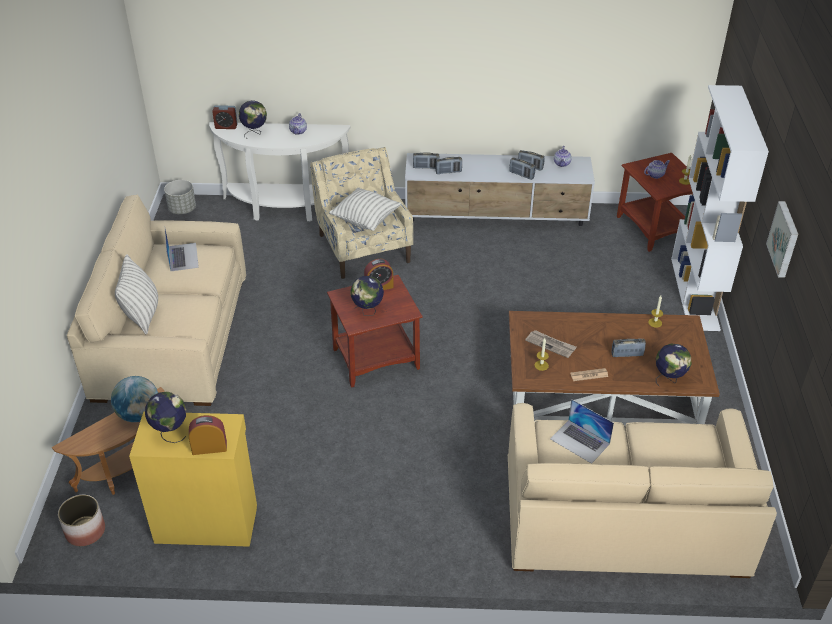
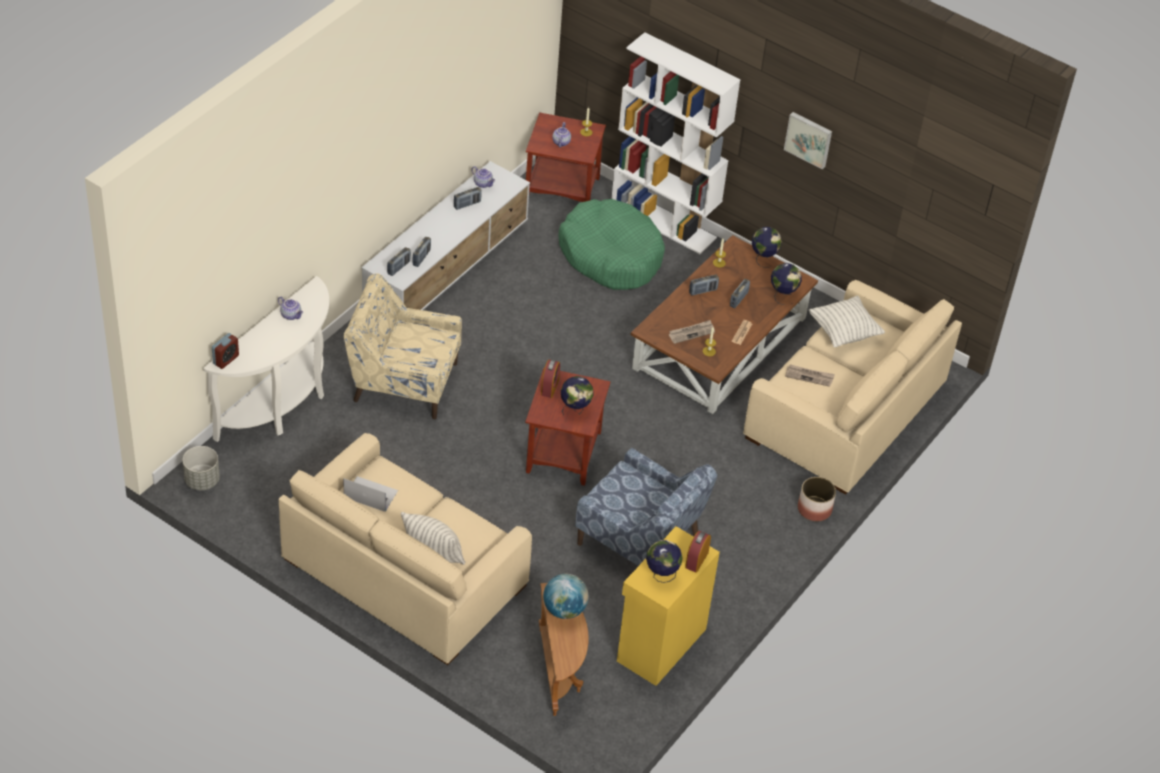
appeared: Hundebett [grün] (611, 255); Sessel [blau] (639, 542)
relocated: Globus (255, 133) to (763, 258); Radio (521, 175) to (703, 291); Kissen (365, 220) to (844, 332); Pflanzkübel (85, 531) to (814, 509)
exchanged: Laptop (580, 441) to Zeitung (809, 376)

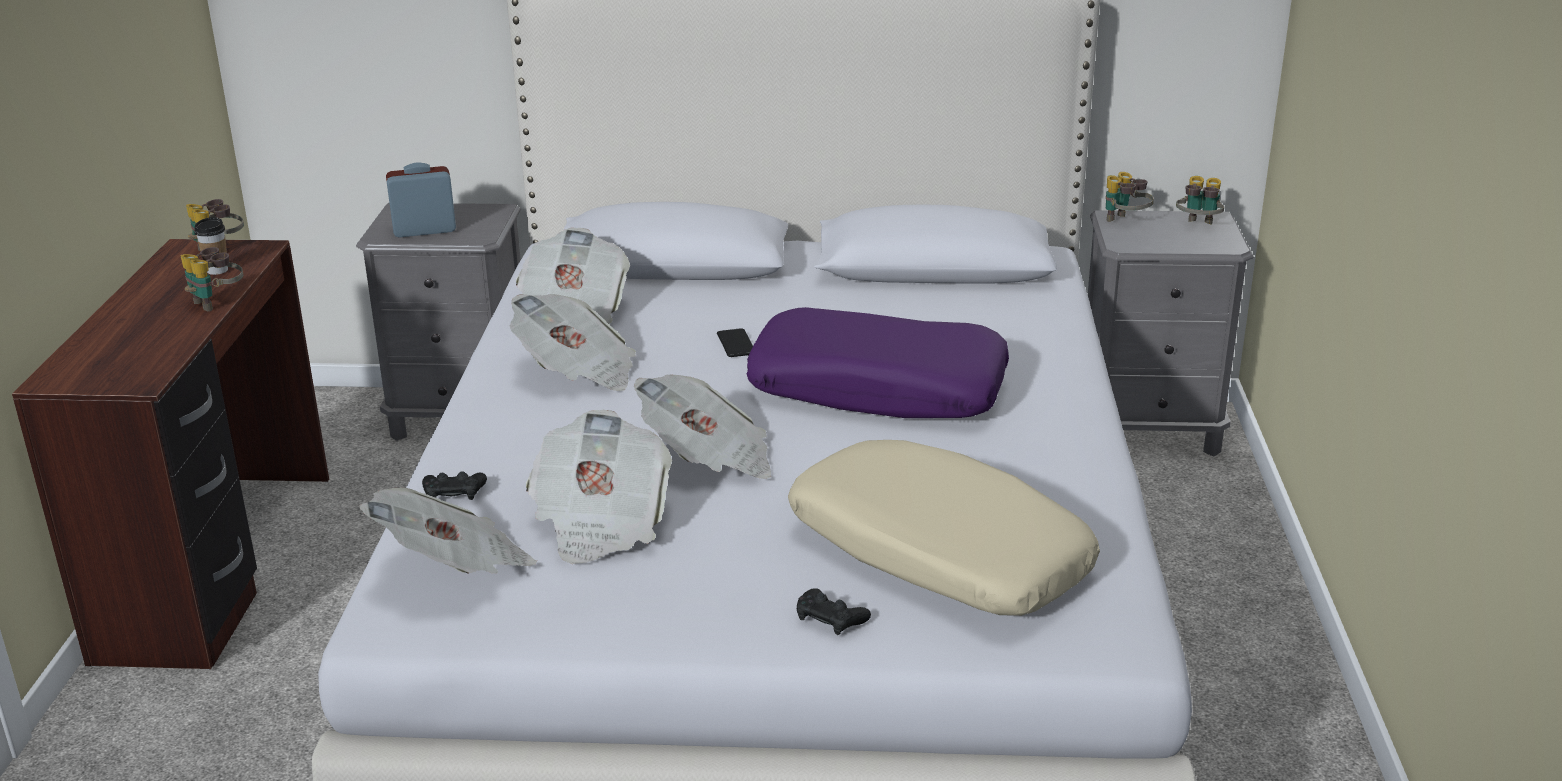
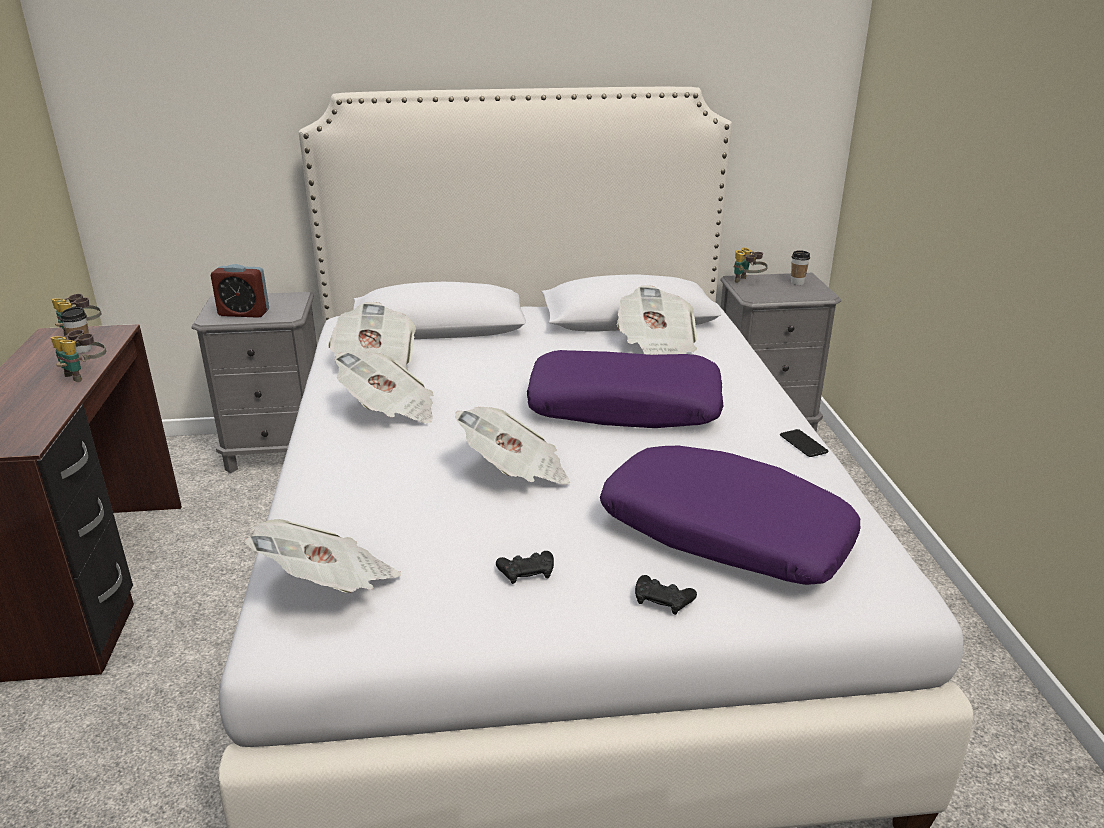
relocated: Handy (736, 344) to (803, 444); Zeitung (600, 522) to (656, 346); Gamepad [schwarz] (454, 492) to (526, 572)
exchanged: Fernglas (1198, 227) to Tasse (797, 283)
colour: Kissen [beige] (936, 554) to Kissen [lila] (723, 535)
spun: Wecker (424, 230) = (244, 313) 150 degrees counterclockwise

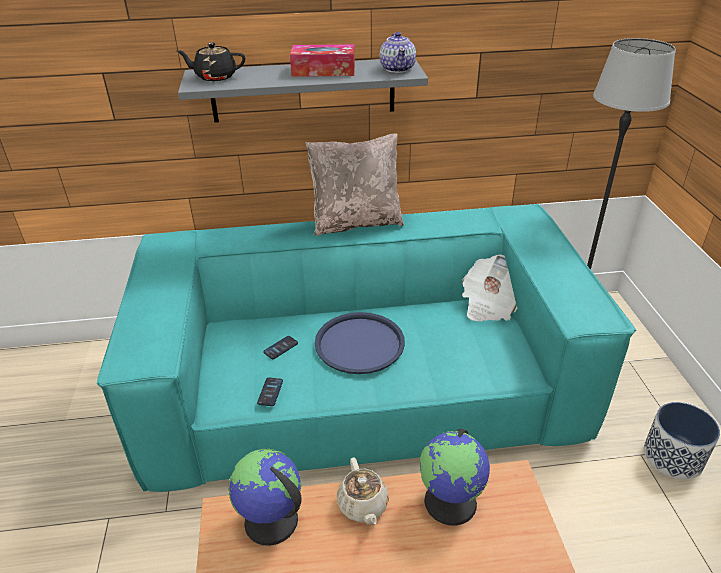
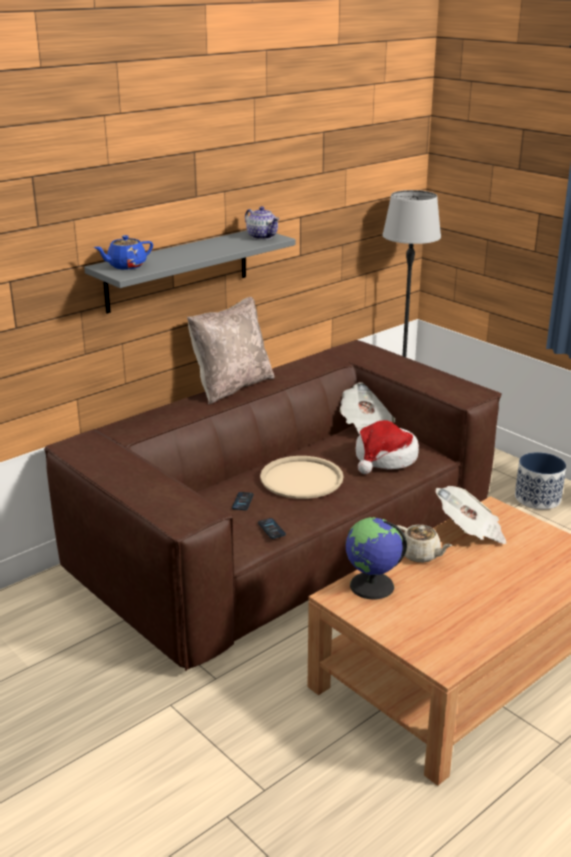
missing: Taschentuchbox (323, 71)
appeared: Hut (385, 458)
exchanged: Globus (451, 502) to Zeitung (470, 532)
colour: Teekanne [schwarz] (215, 77) to Teekanne [blau] (126, 266); Sofa [türkis] (362, 388) to Sofa [braun] (285, 540); Tablett [blau] (359, 344) to Tablett [beige] (301, 479)

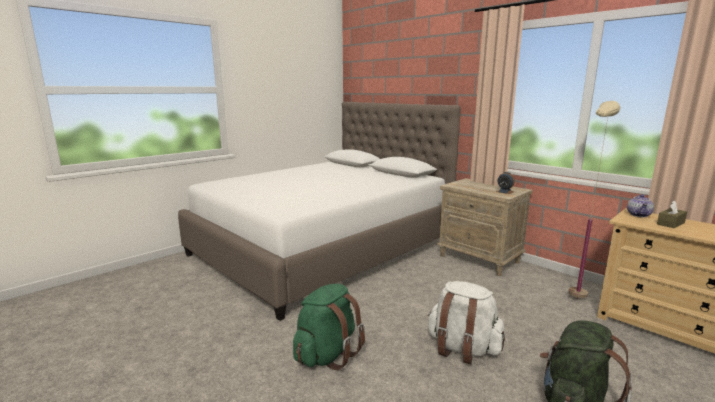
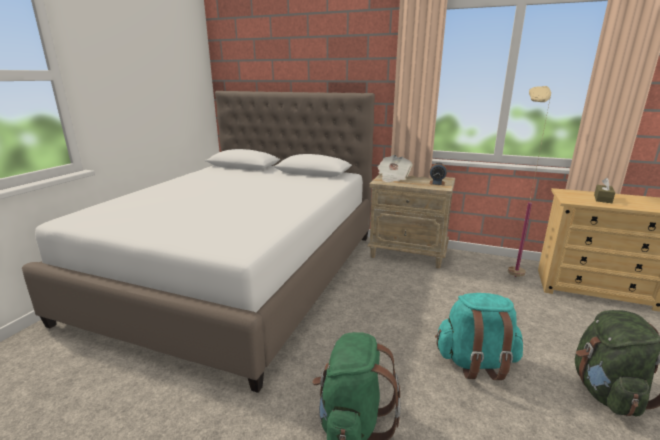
missing: Teekanne (639, 215)
appeared: Zeitung (393, 178)
colour: Rucksack [weiß] (462, 348) to Rucksack [türkis] (475, 362)

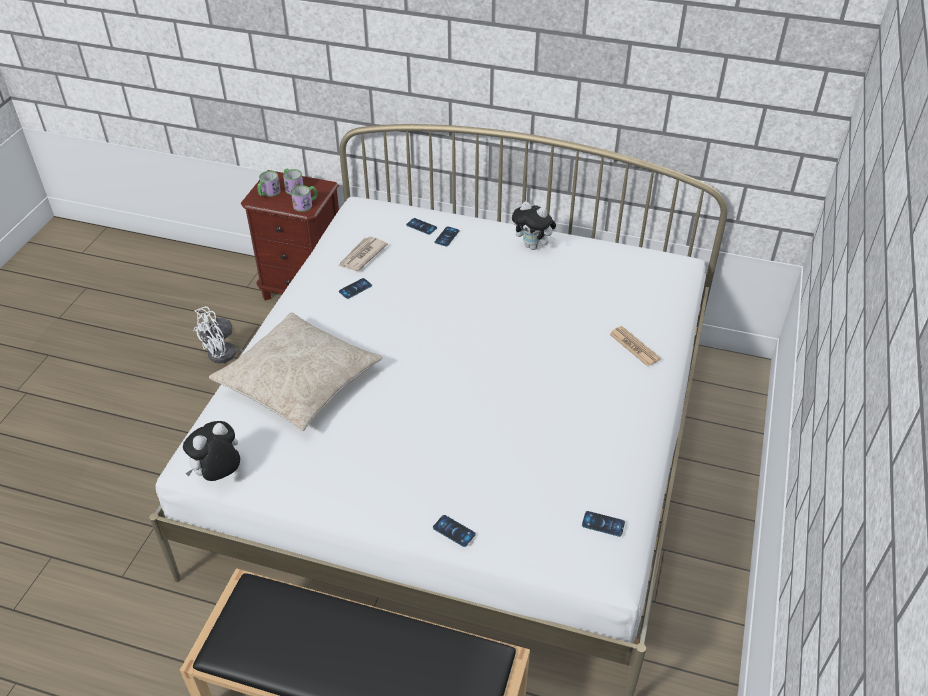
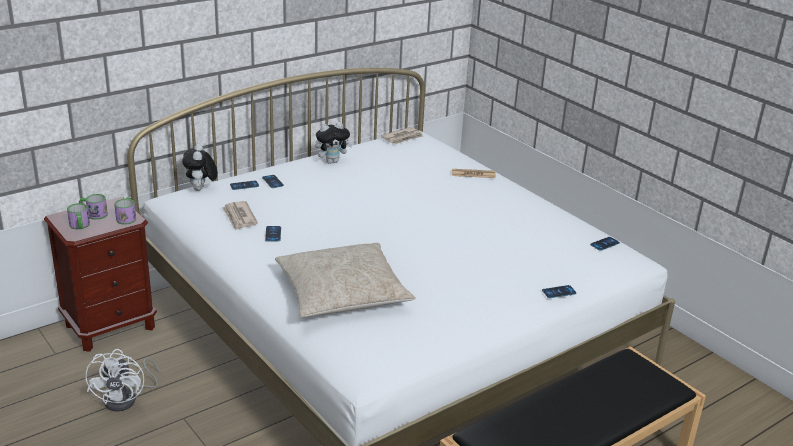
appeared: Zeitung (403, 138)
relocated: Plüschtier (219, 474) to (201, 189)

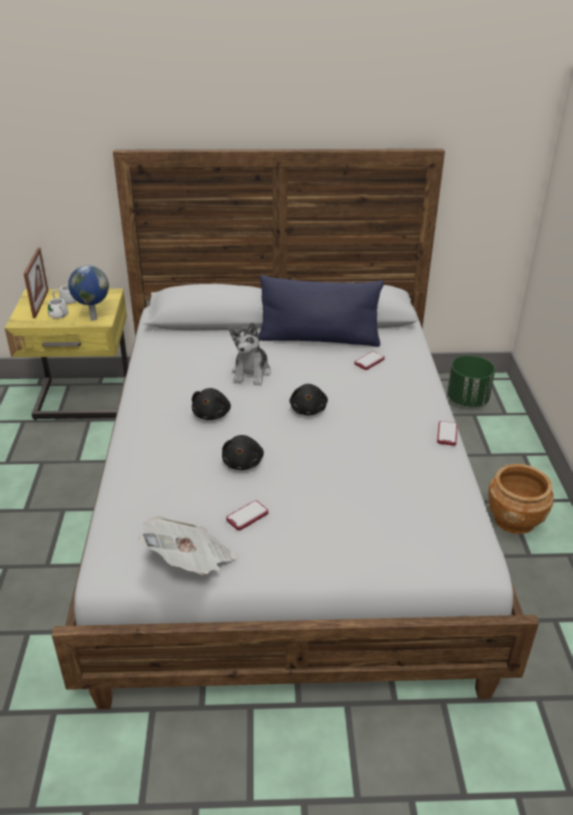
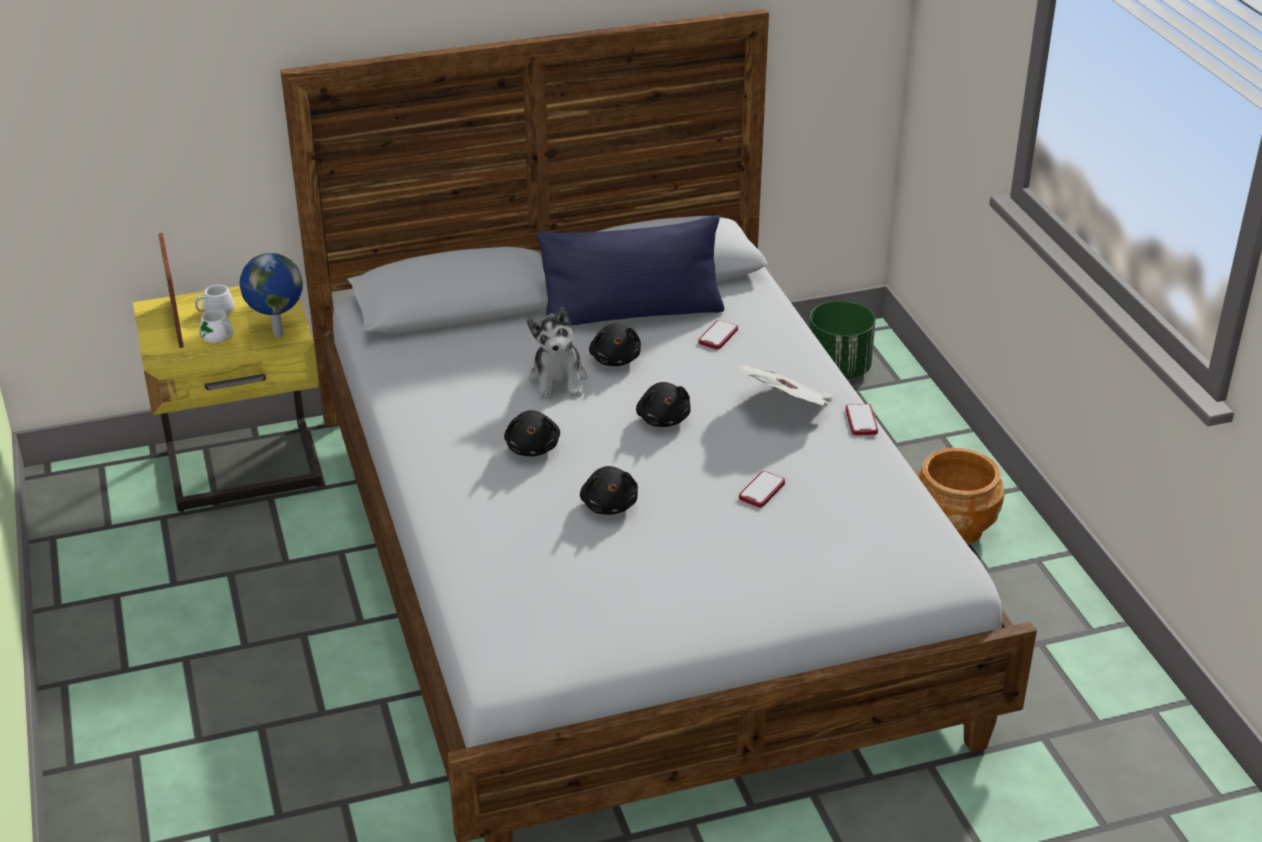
appeared: Plüschtier [schwarz] (615, 359)
relocated: Handy (247, 516) to (762, 490); Zeitung (190, 562) to (787, 407)

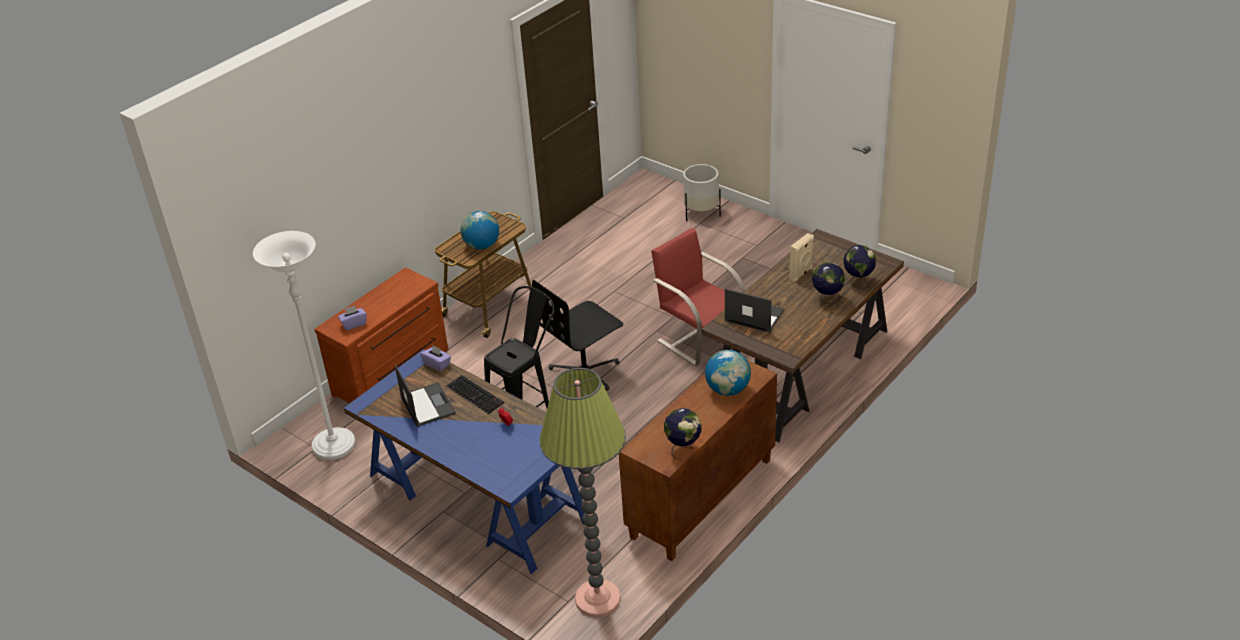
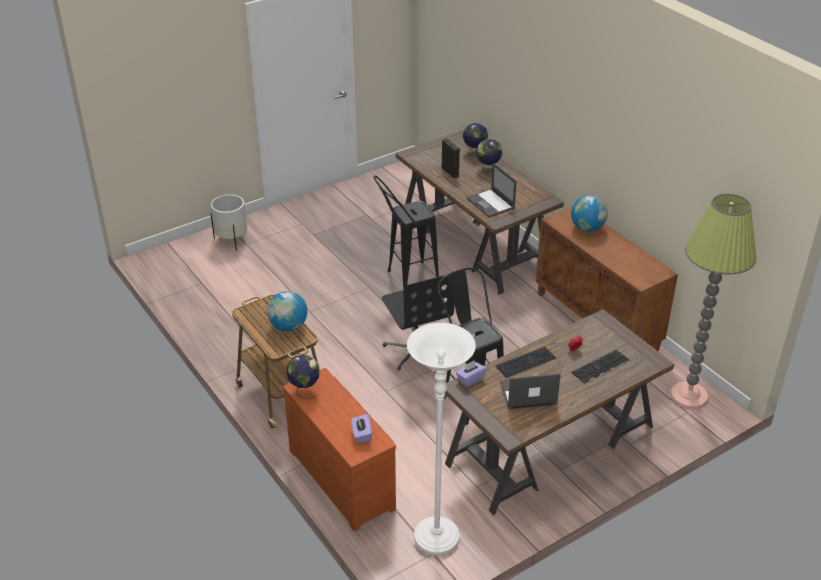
appeared: Tastatur (600, 367)
relocated: Globus (683, 448) to (304, 390)
exchanged: Stuhl [rot] (699, 337) to Hocker [schwarz] (405, 280)
colour: Lautsprecher [beige] (801, 274) to Lautsprecher [schwarz] (450, 172); Schreibtisch [blau] (476, 498) to Schreibtisch [braun] (551, 446)
spun: Laptop (753, 315) = (491, 203) 75 degrees counterclockwise

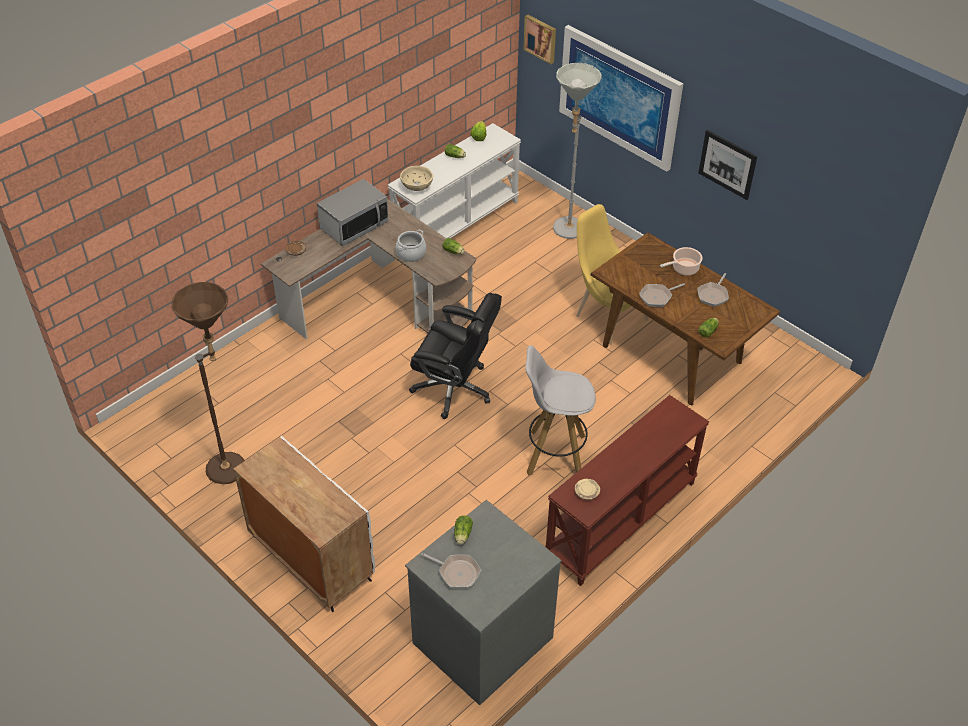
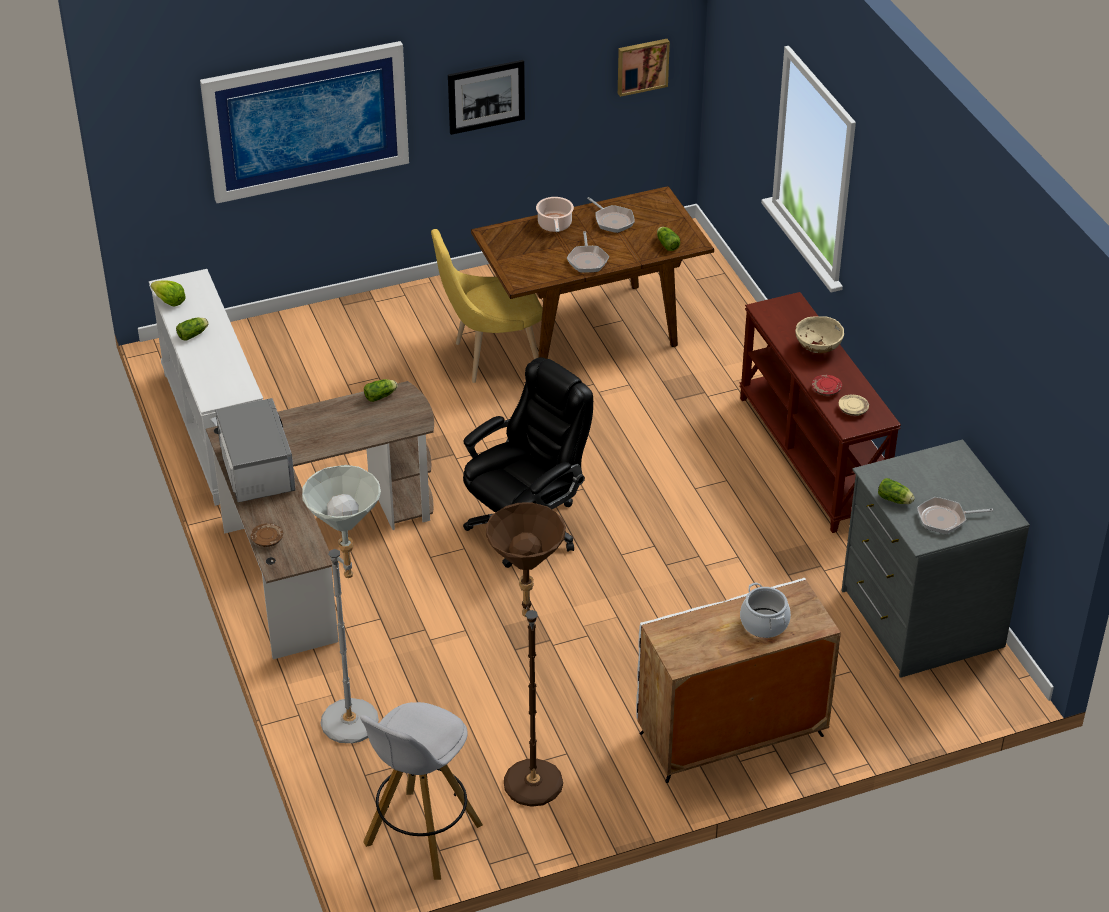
appeared: Teller [rot] (826, 390)
relocated: Bild (541, 38) to (642, 66); Stehlampe [grau] (567, 233) to (359, 729); Schüssel [beige] (417, 188) to (818, 348); Kochtopf (411, 253) to (764, 623); Hocker [weiß] (554, 454) to (422, 836)
spun: Pfanne (456, 572) = (945, 519) 150 degrees counterclockwise

